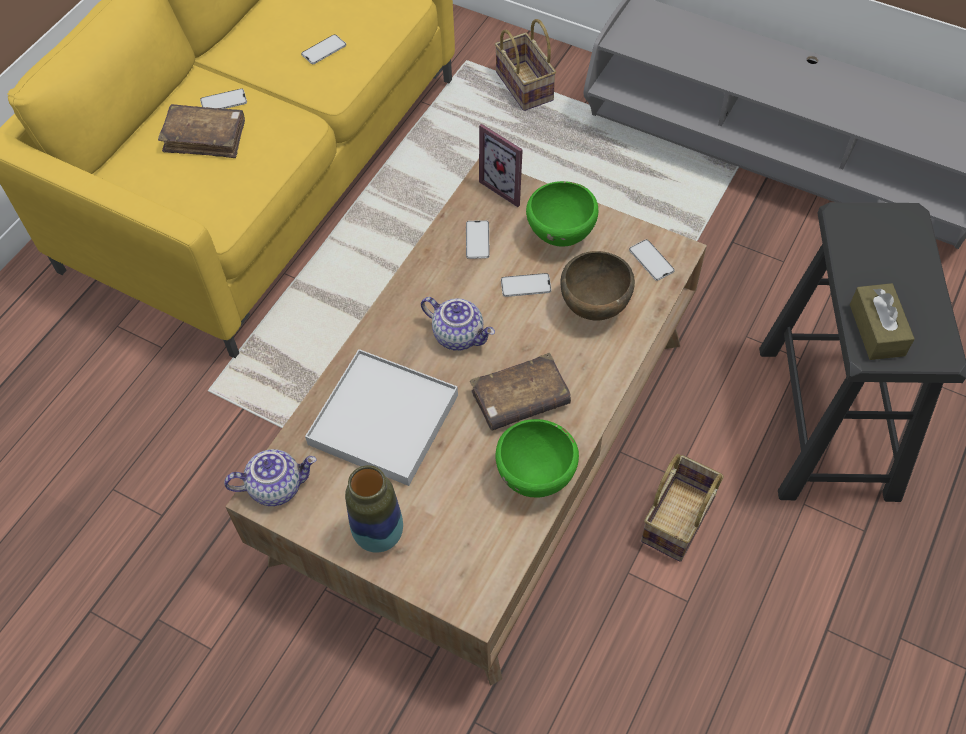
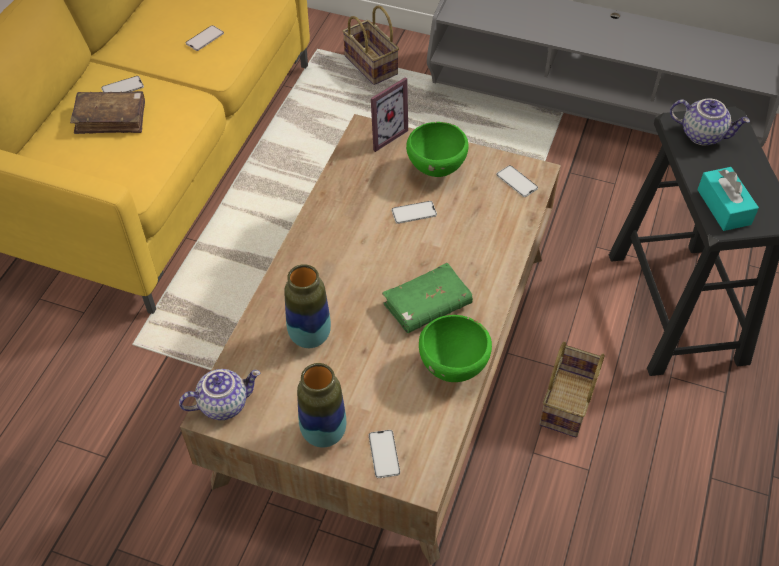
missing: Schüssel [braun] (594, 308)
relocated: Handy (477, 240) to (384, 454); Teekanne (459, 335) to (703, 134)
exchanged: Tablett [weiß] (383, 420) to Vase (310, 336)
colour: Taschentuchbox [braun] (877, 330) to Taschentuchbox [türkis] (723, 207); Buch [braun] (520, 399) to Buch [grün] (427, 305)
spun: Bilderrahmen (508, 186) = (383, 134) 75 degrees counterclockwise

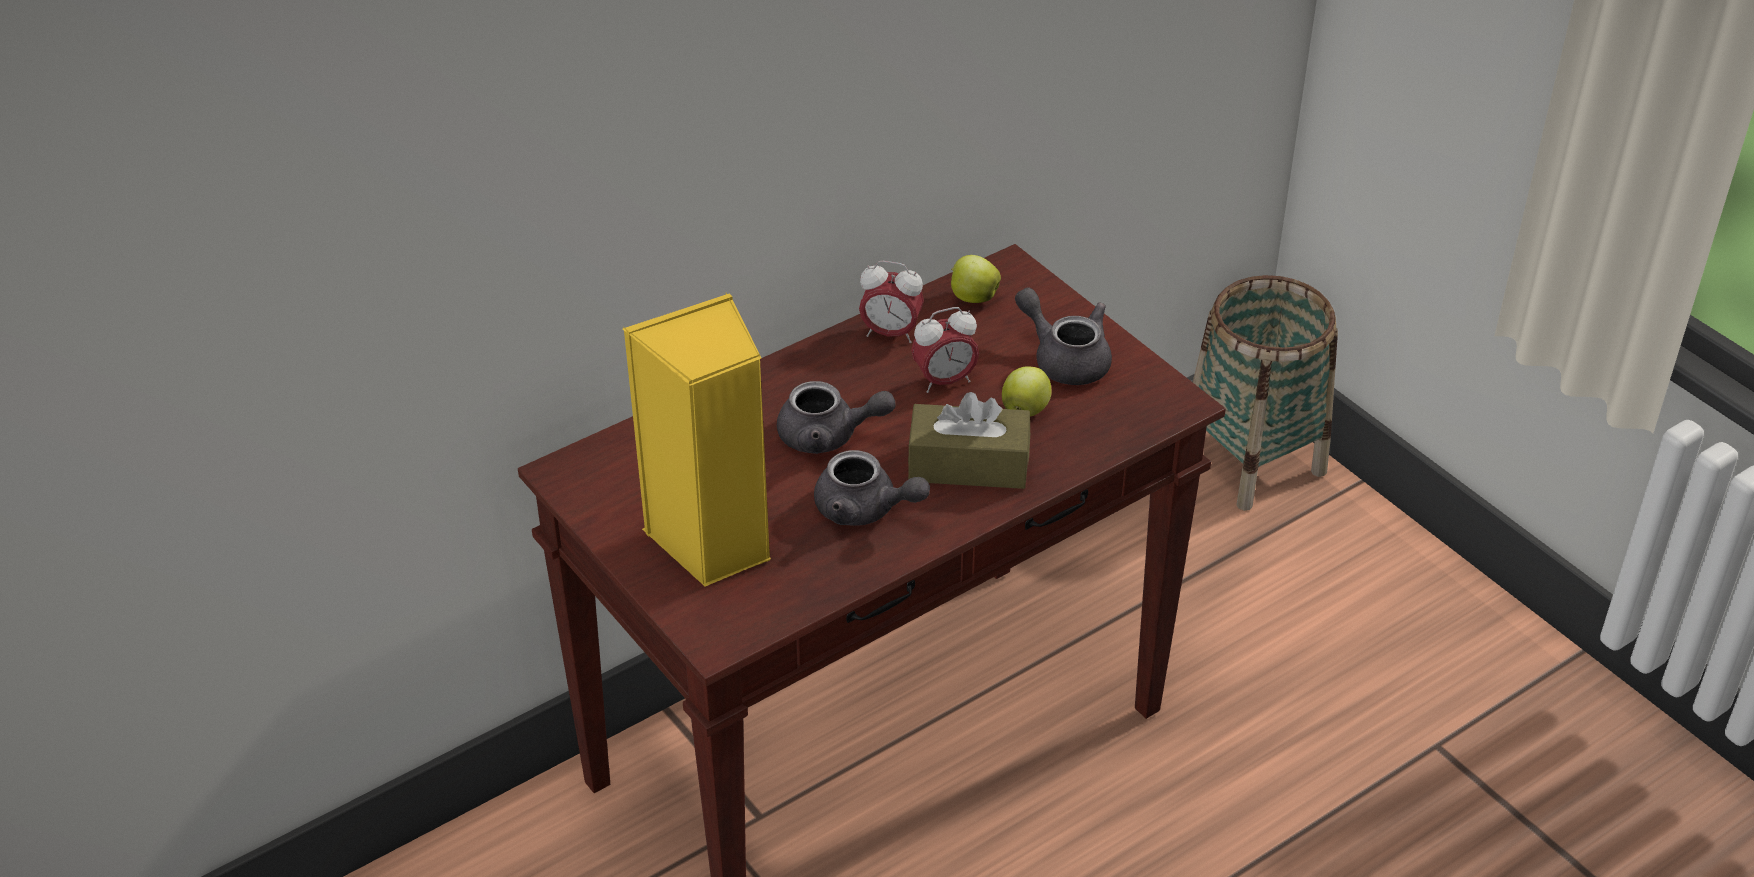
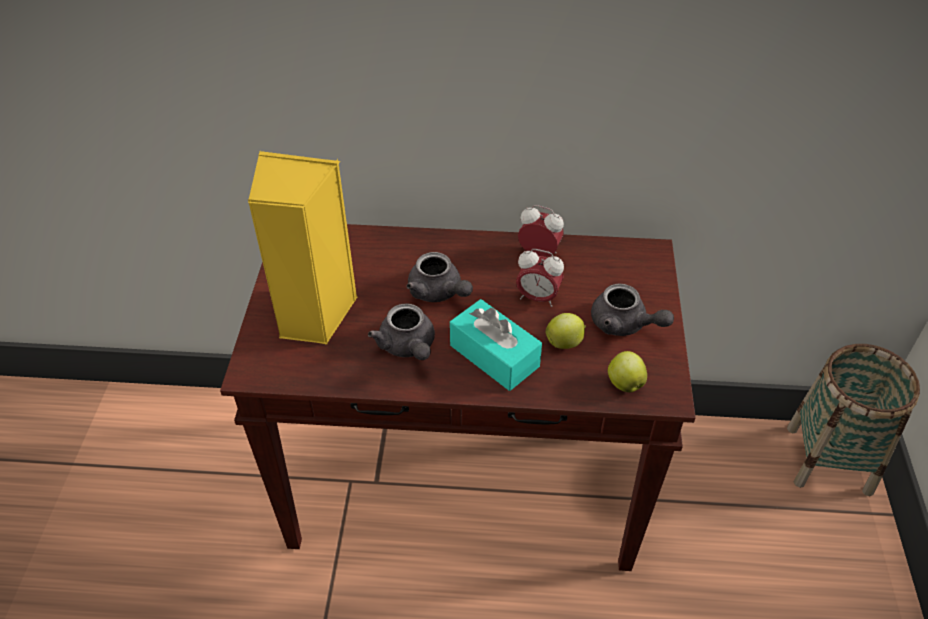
relocated: Apfel (972, 297) to (624, 383)
colour: Taschentuchbox [braun] (968, 465) to Taschentuchbox [türkis] (494, 356)
spun: Wecker (890, 333) = (539, 253) 150 degrees clockwise; Teekanne [grau] (1065, 358) = (624, 325) 135 degrees clockwise

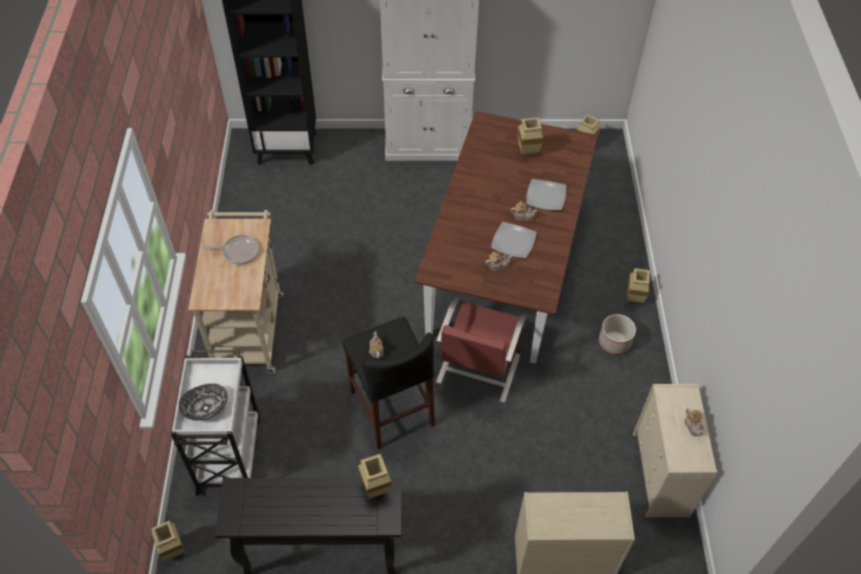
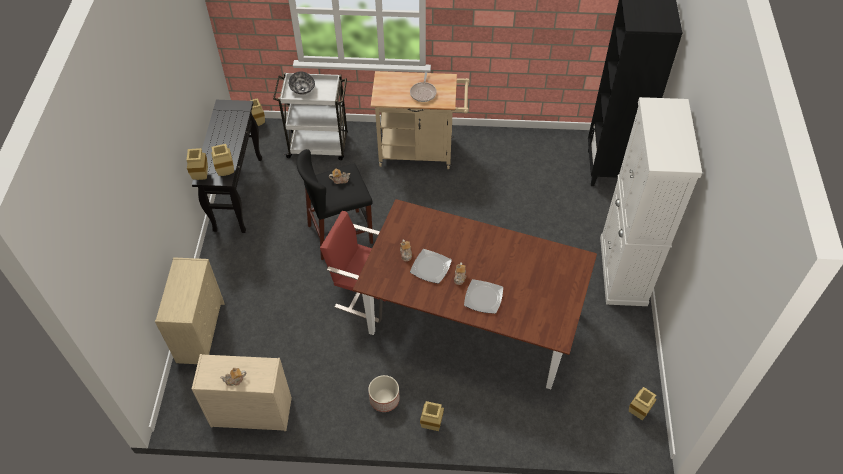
relocated: Vase [beige] (526, 153) to (200, 176)

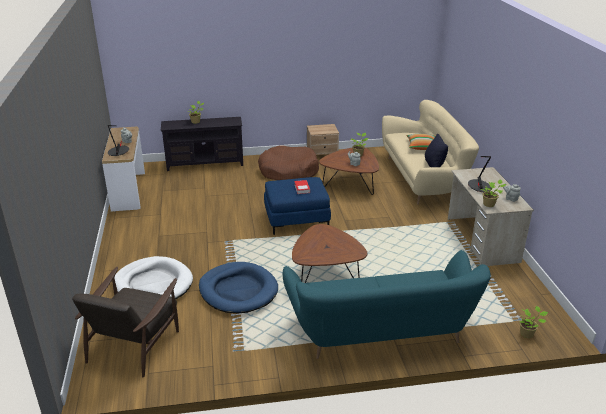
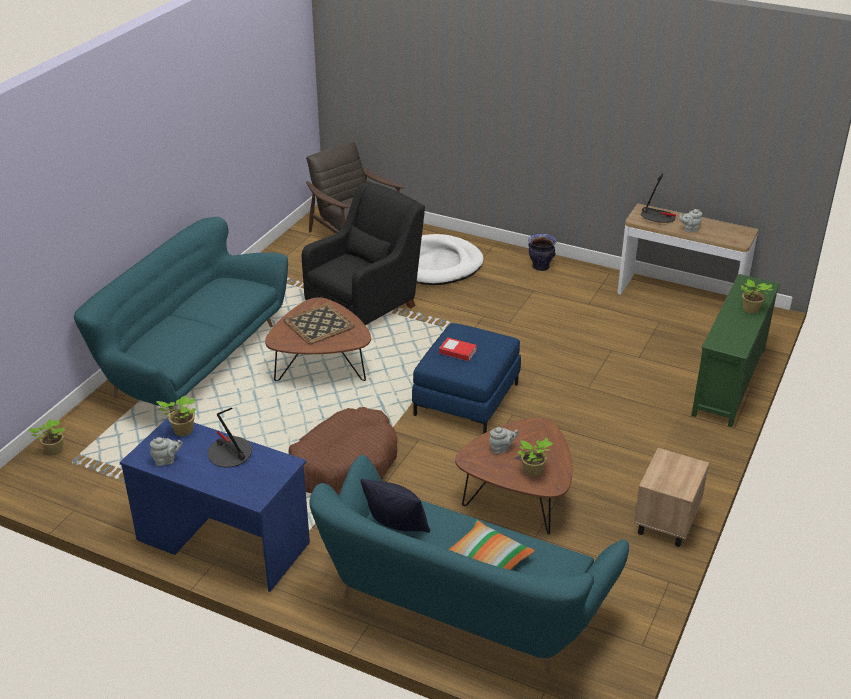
appeared: Vase (541, 267); Tablett (318, 324)
relocated: Hundebett [braun] (288, 171) to (344, 464)
exchanged: Hundebett [blau] (238, 290) to Sessel [schwarz] (365, 305)
colour: Sofa [beige] (424, 178) to Sofa [türkis] (460, 607); Fernsehschrank [schwarz] (205, 164) to Fernsehschrank [grün] (729, 382); Schreibtisch [beige] (482, 240) to Schreibtisch [blau] (223, 541)

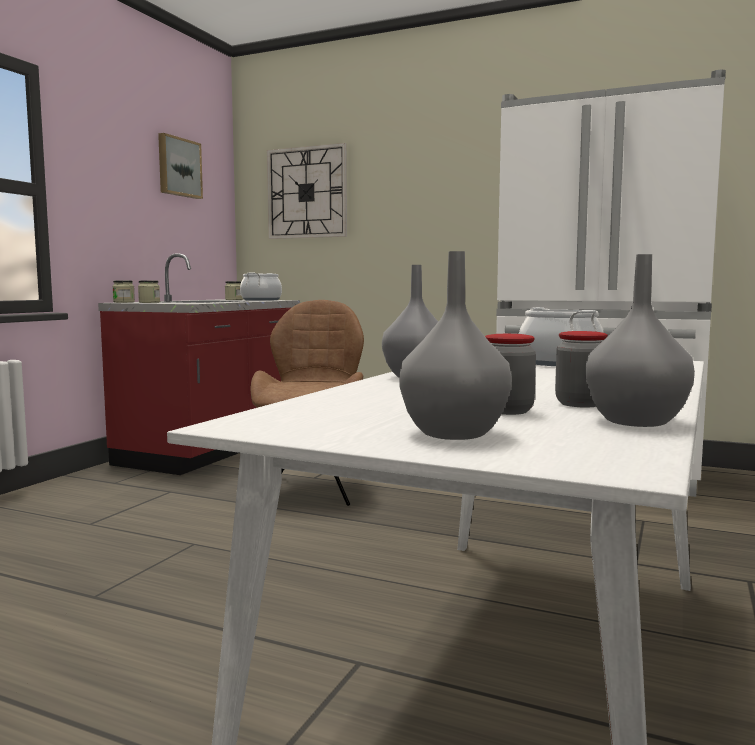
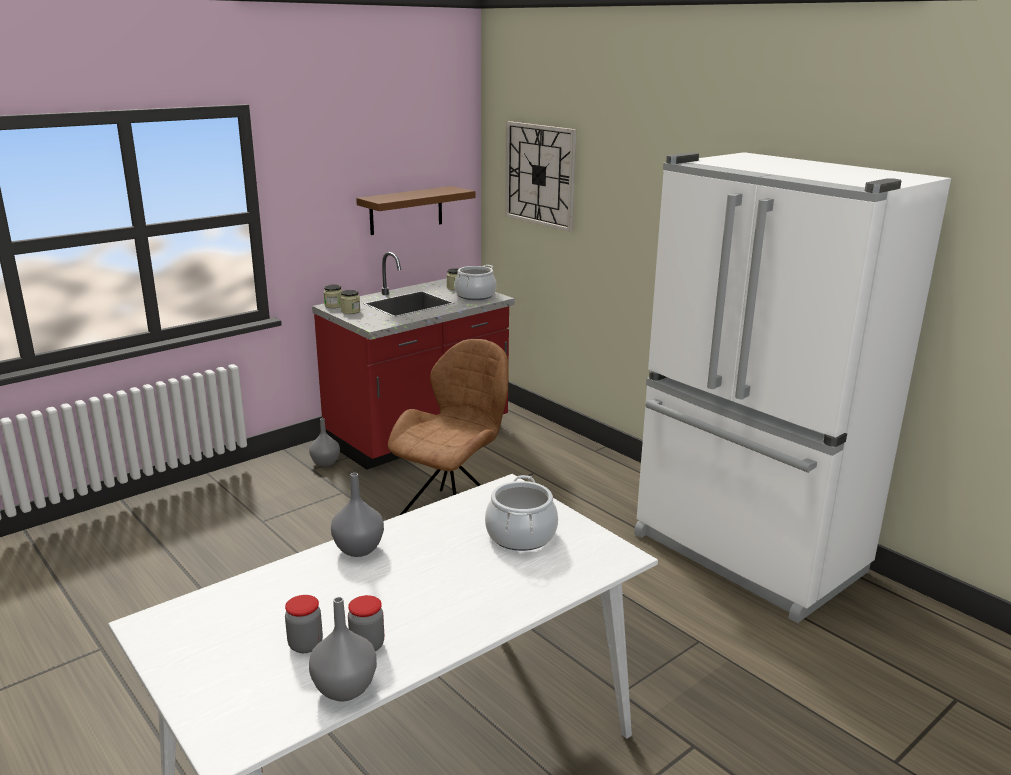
missing: Bild (178, 167)
appeared: Wandregal [braun] (406, 210)
relocated: Vase [grau] (456, 434) to (325, 463)

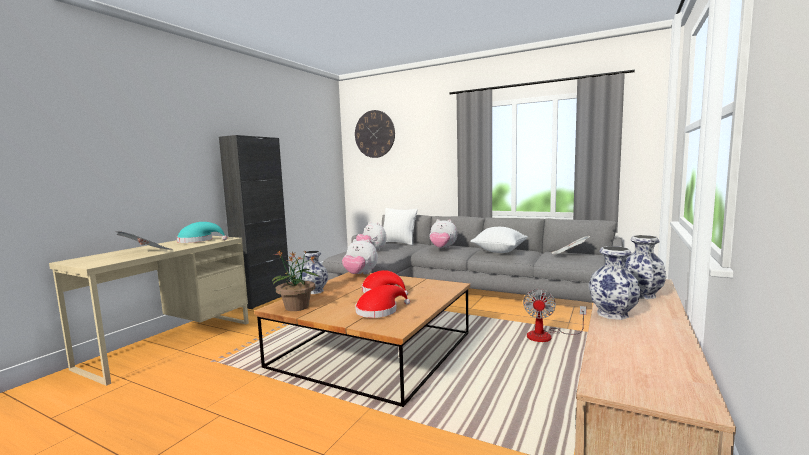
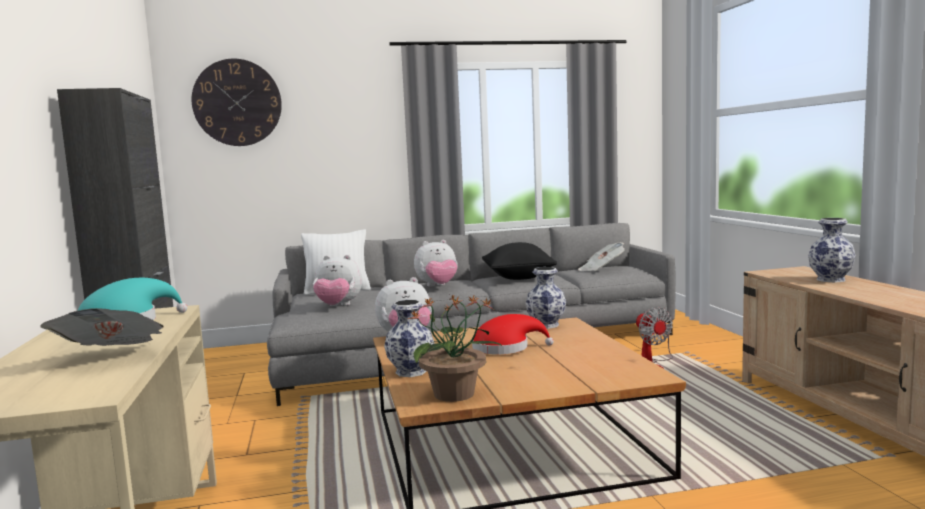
missing: Hut [rot] (379, 311)
relocated: Vase (613, 314) to (547, 325)
colour: Kissen [weiß] (499, 251) to Kissen [schwarz] (518, 278)

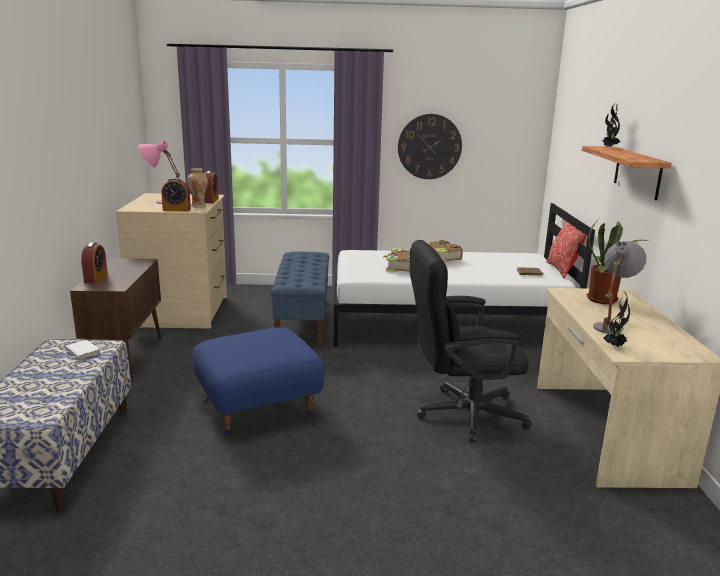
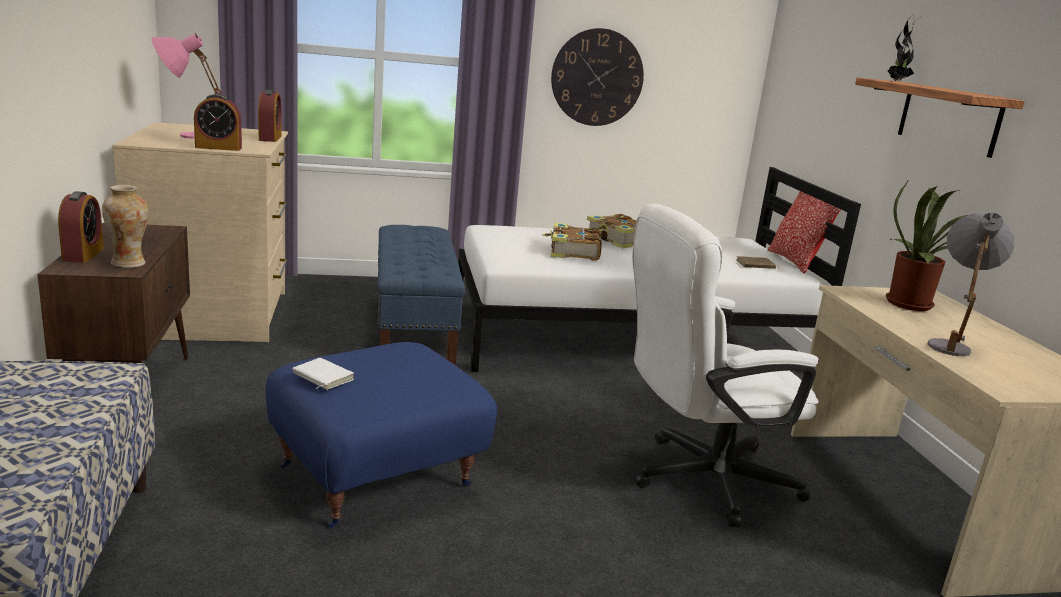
missing: Topfpflanze (615, 346)
relocated: Vase (198, 206) to (129, 263); Buch [weiß] (81, 352) to (321, 377)
colour: Bürostuhl [schwarz] (461, 414) to Bürostuhl [weiß] (699, 480)

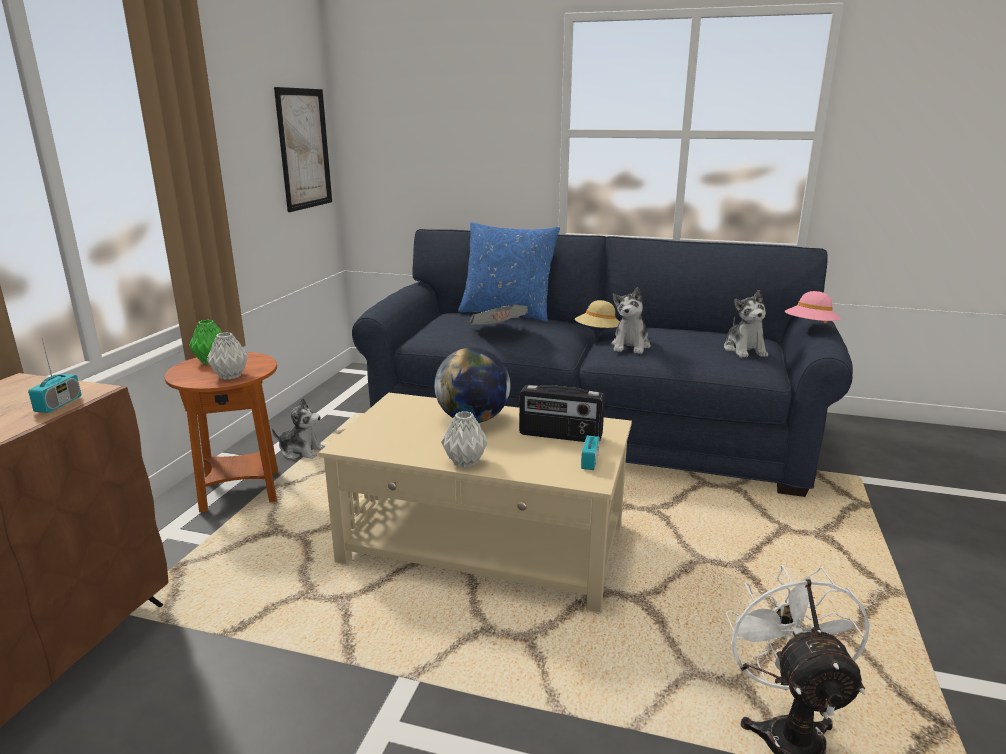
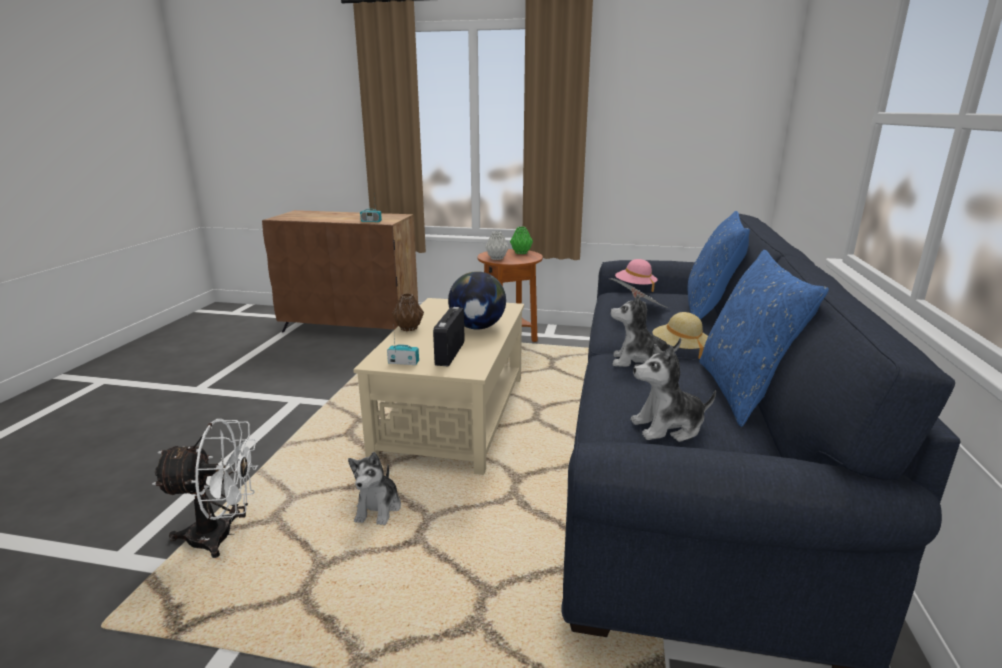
missing: Bild (304, 149)
appeared: Kissen [blau] (743, 392)
relocated: Hut [rosa] (810, 327) to (635, 287); Plüschtier (301, 451) to (378, 508)
colour: Vase [grau] (466, 462) to Vase [braun] (409, 329)

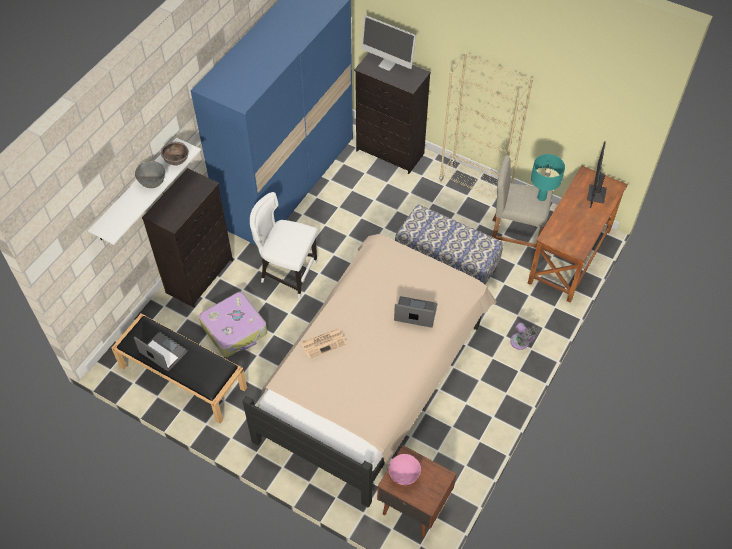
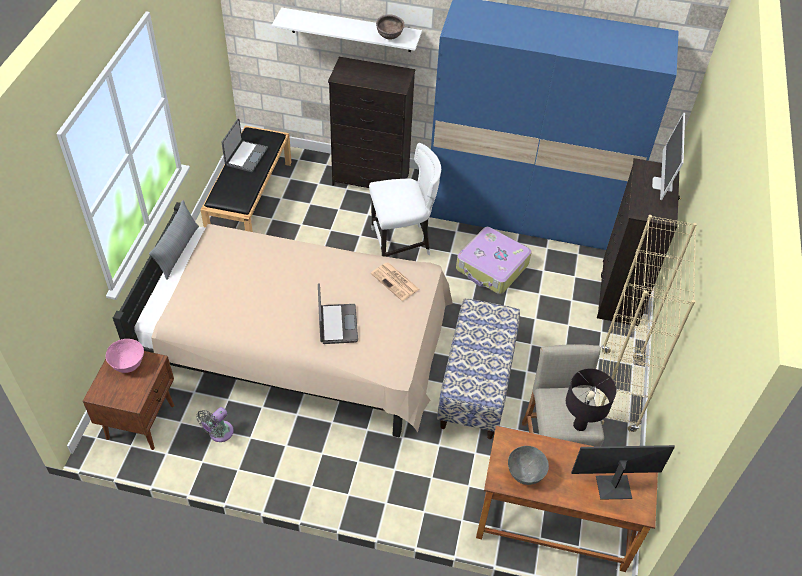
appeared: Kissen [grau] (178, 251)
relocated: Schüssel [grau] (153, 183) to (525, 475); Koffer (235, 329) to (492, 267); Ventilator [grau] (521, 343) to (219, 433); Zeitung (324, 343) to (395, 282)
colour: Tischlampe [türkis] (541, 197) to Tischlampe [schwarz] (579, 425)
spun: Stuhl [weiß] (287, 273) = (402, 243) 75 degrees clockwise

